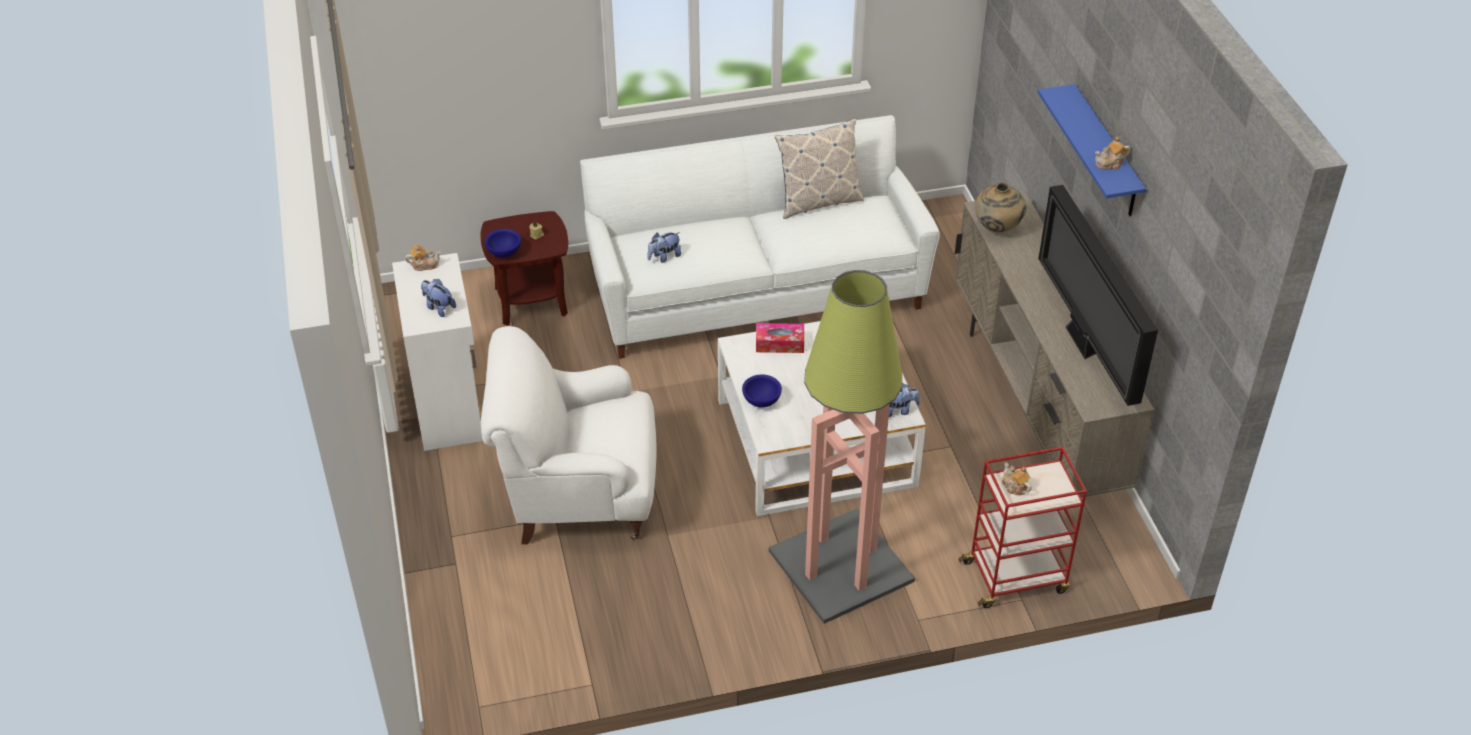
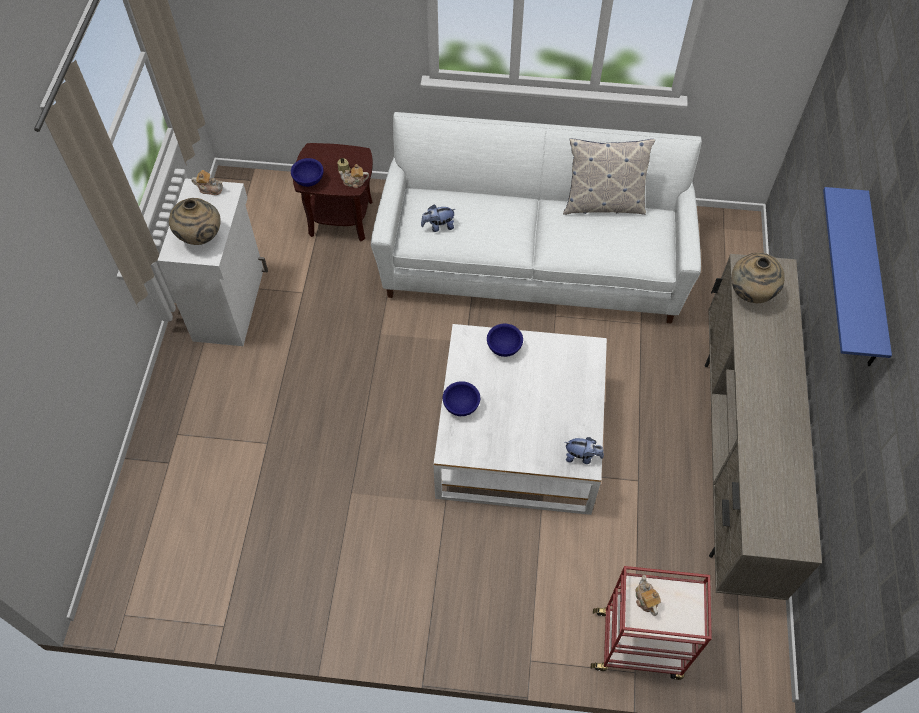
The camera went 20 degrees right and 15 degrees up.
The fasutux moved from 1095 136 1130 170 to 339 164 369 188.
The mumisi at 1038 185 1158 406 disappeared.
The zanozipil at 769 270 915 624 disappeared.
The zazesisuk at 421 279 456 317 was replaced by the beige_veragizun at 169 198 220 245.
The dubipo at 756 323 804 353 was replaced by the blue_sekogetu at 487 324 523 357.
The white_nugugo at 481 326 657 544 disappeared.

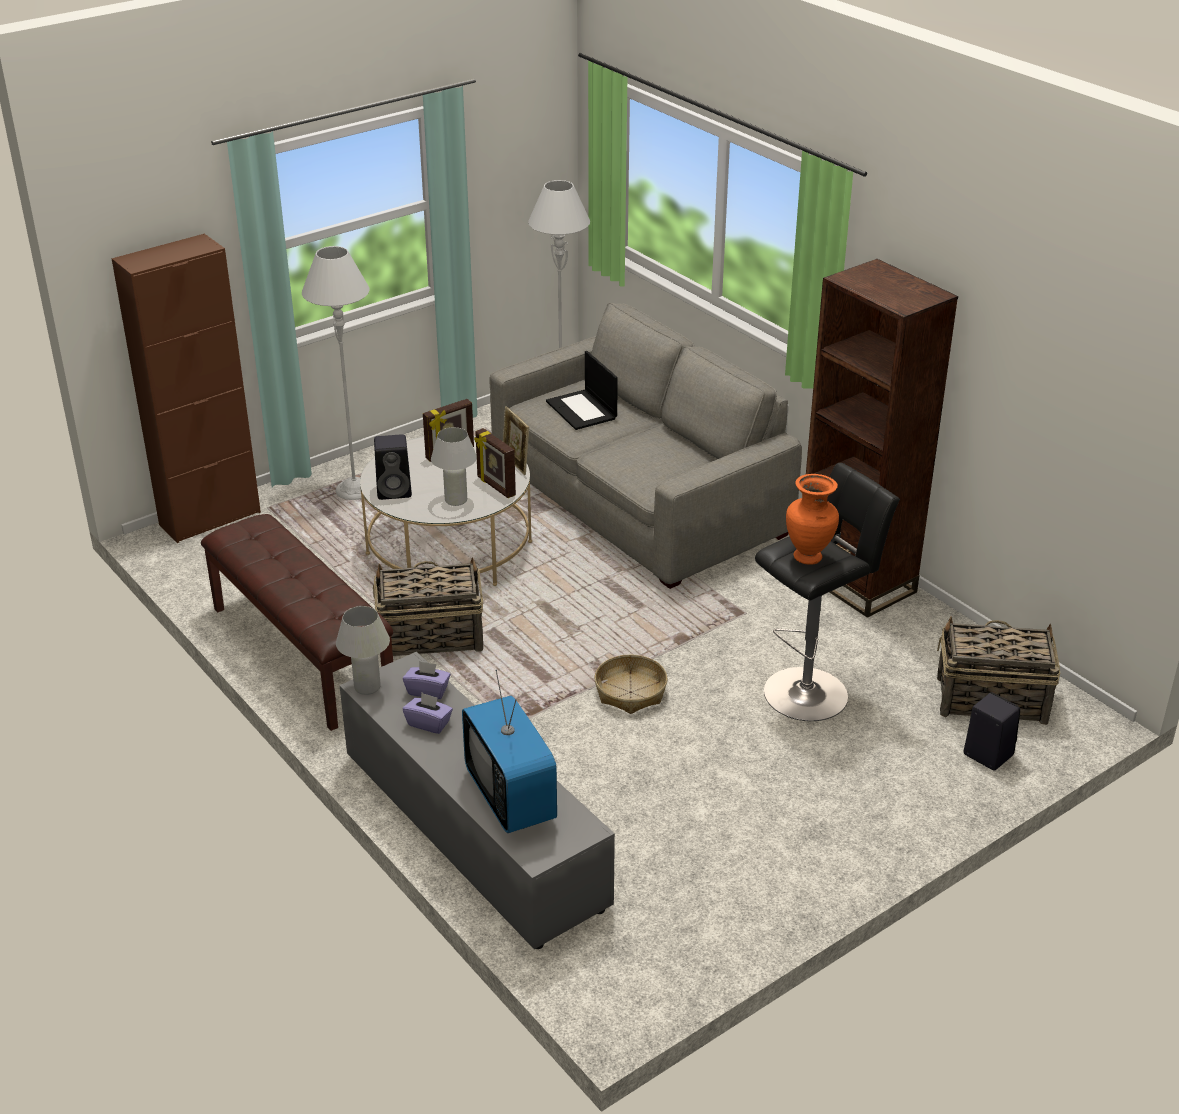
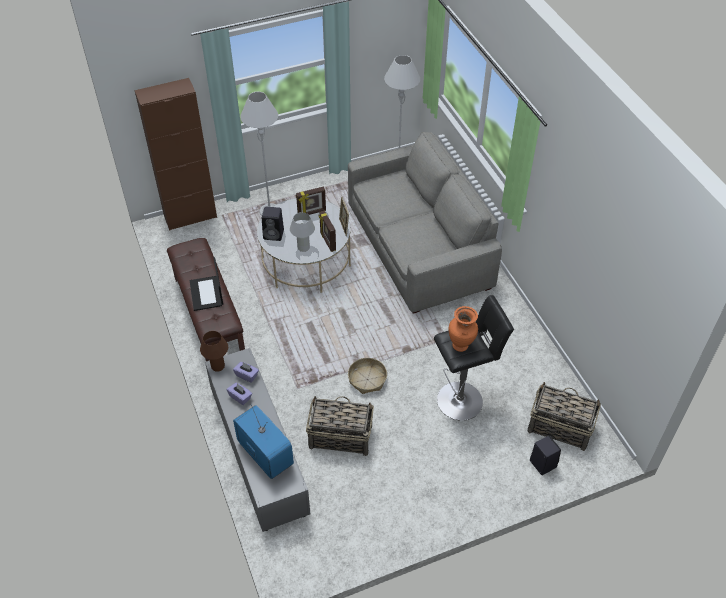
The camera went 15 degrees right and 15 degrees up.
The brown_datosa at 806 259 958 618 disappeared.
The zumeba moved from 546 351 618 430 to 189 257 223 311.
The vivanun moved from 373 557 483 656 to 306 396 374 456.
The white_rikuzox at 336 606 390 695 became the brown_rikuzox at 200 331 228 372.
The mumisi at 462 670 557 833 turned 150 degrees clockwise.

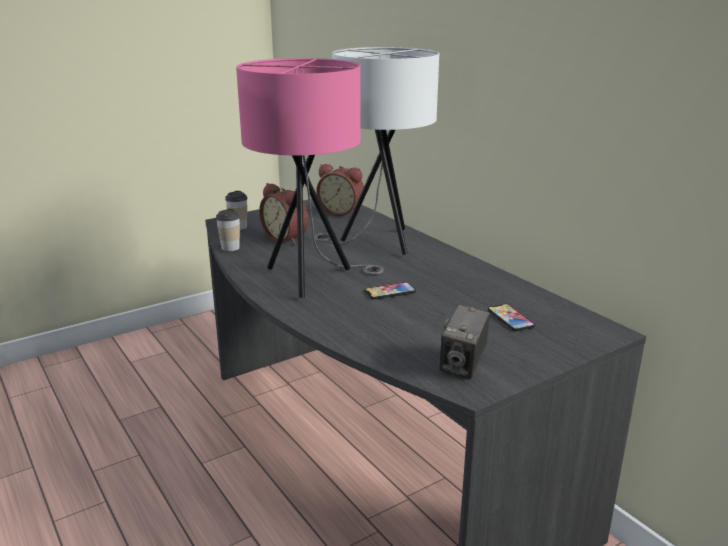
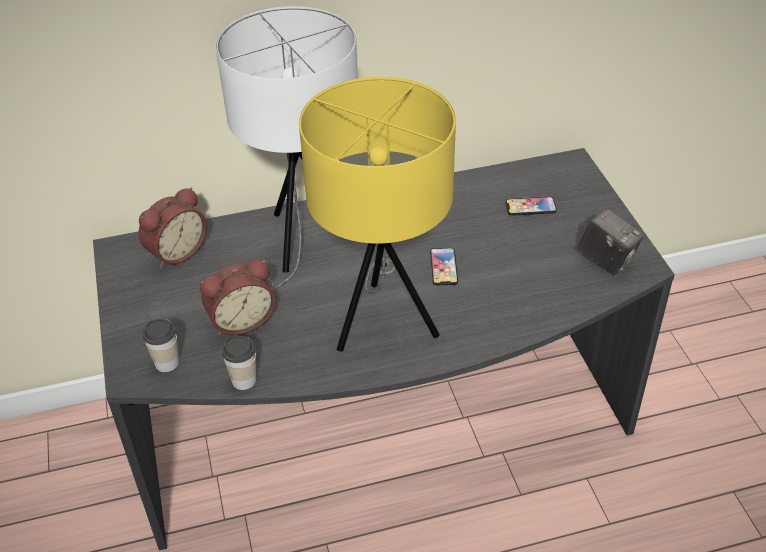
The camera went 70 degrees left and 20 degrees up.
The pink_rikuzox at 236 58 384 298 became the yellow_rikuzox at 299 77 456 352.

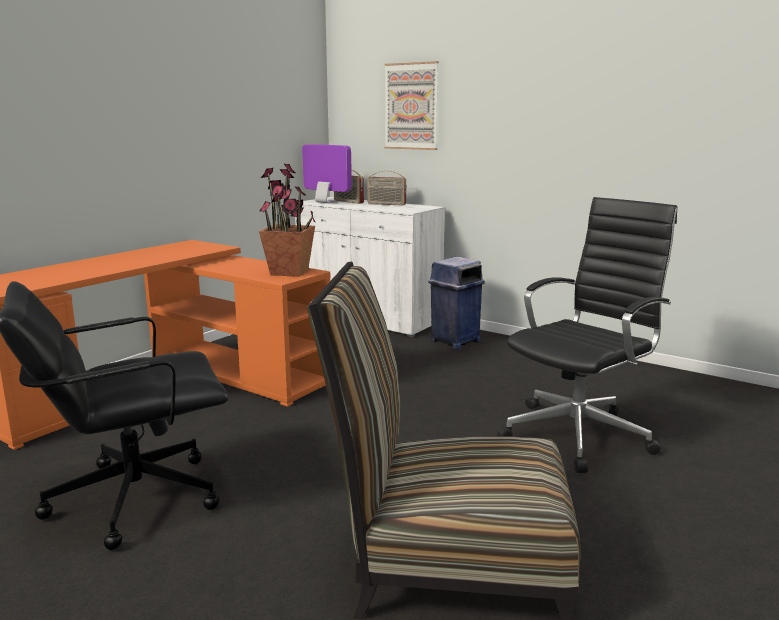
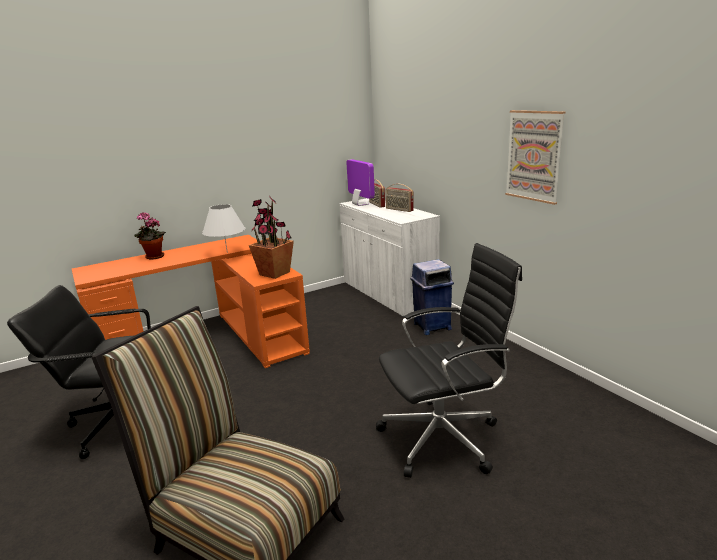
The camera went 25 degrees right and 5 degrees up.
The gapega moved from 384 61 439 150 to 505 110 565 205.
The white_rikuzox at 202 204 245 253 appeared.
The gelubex at 134 212 166 260 appeared.

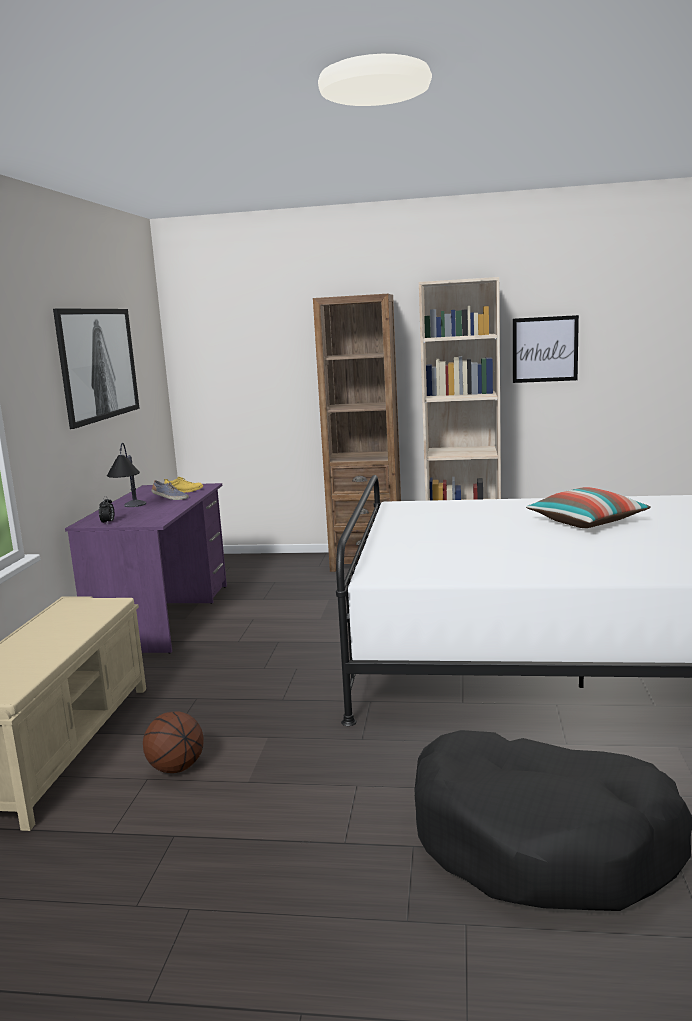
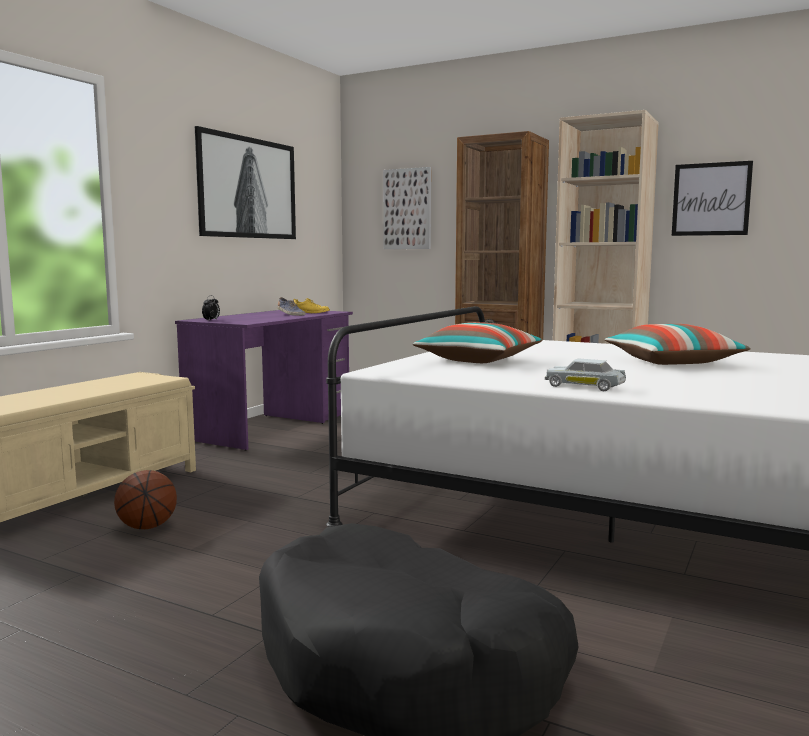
The camera went 20 degrees right and 5 degrees down.
The rikuzox at 107 443 146 507 disappeared.
The gapega at 383 167 431 249 appeared.
The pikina at 413 322 543 363 appeared.
The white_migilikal at 545 359 626 391 appeared.

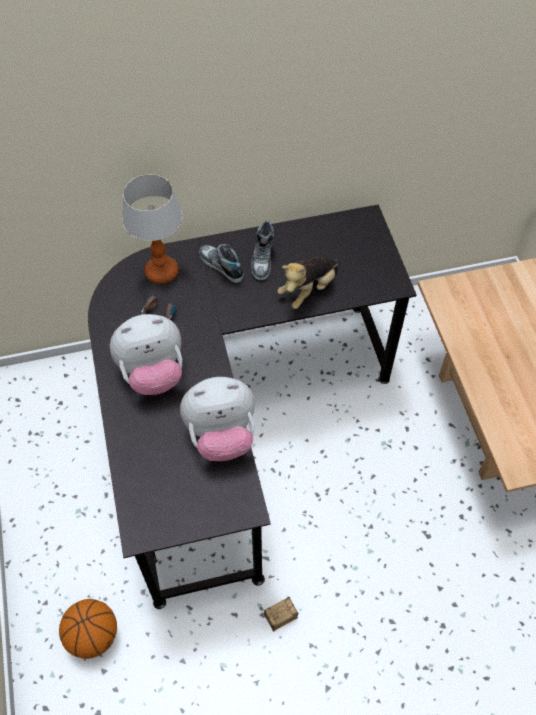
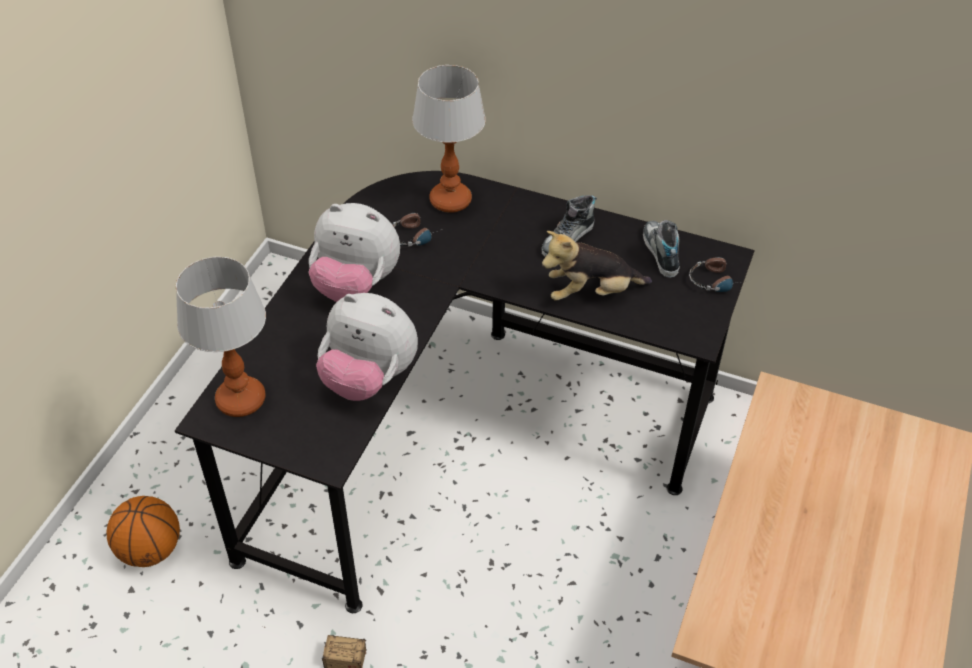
The camera went 35 degrees right and 10 degrees down.
The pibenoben moved from 199 244 243 283 to 643 220 680 278.
The rikuzox at 176 257 266 417 appeared.
The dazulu at 689 257 746 292 appeared.

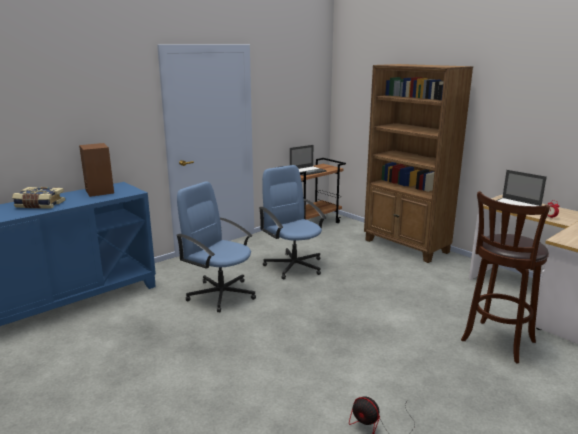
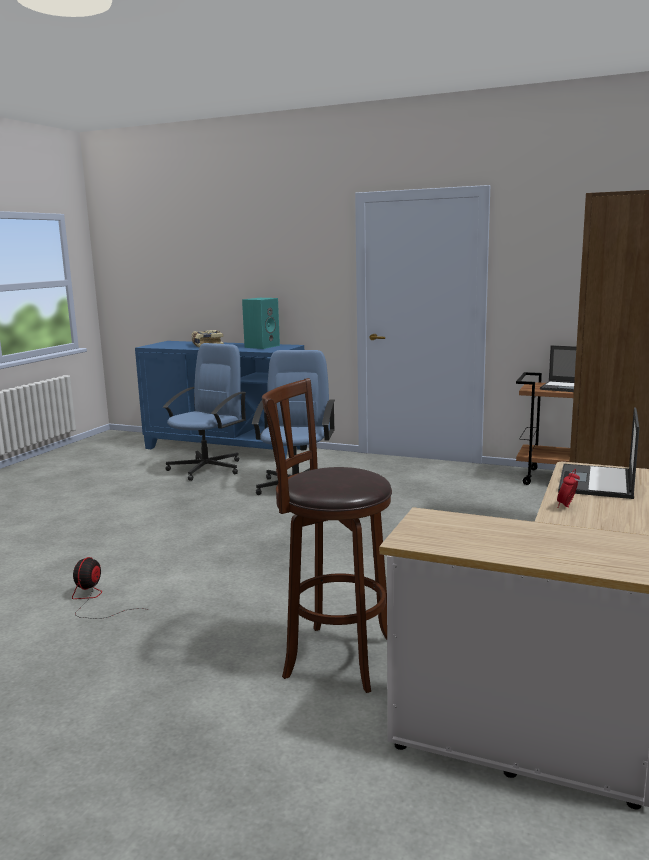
The camera went 65 degrees right and 5 degrees down.
The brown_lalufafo at 79 143 114 197 became the turquoise_lalufafo at 242 298 280 349.
The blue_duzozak moved from 259 165 326 279 to 163 343 246 481.

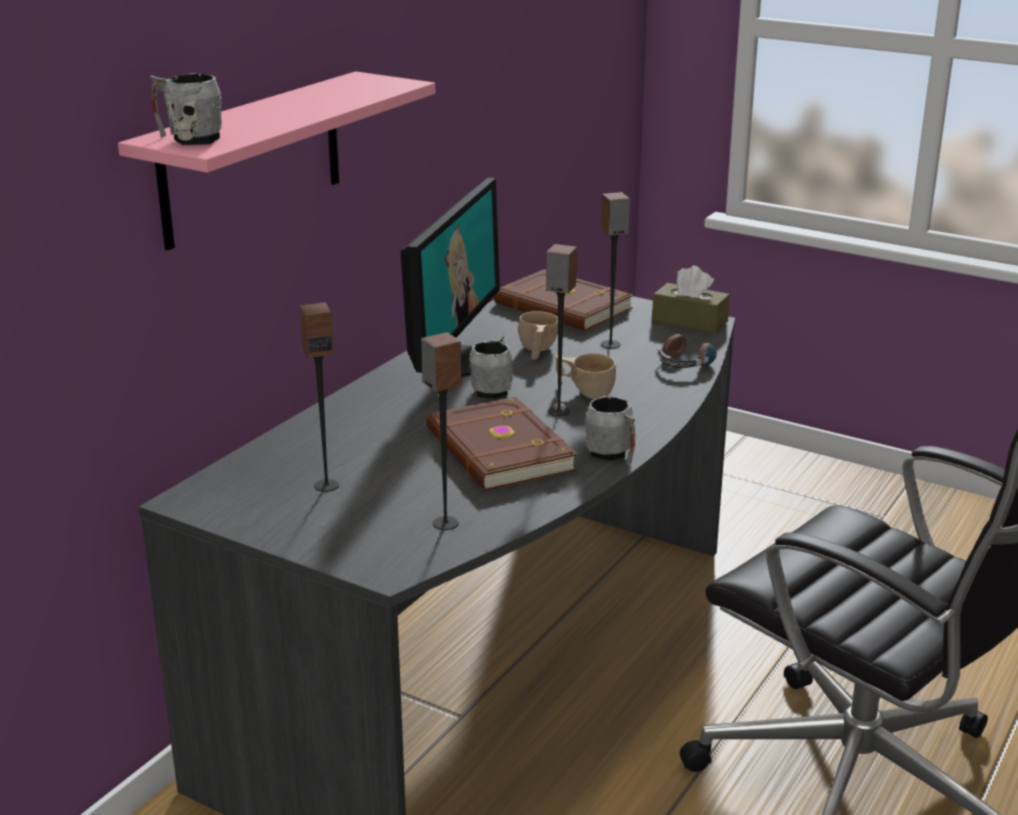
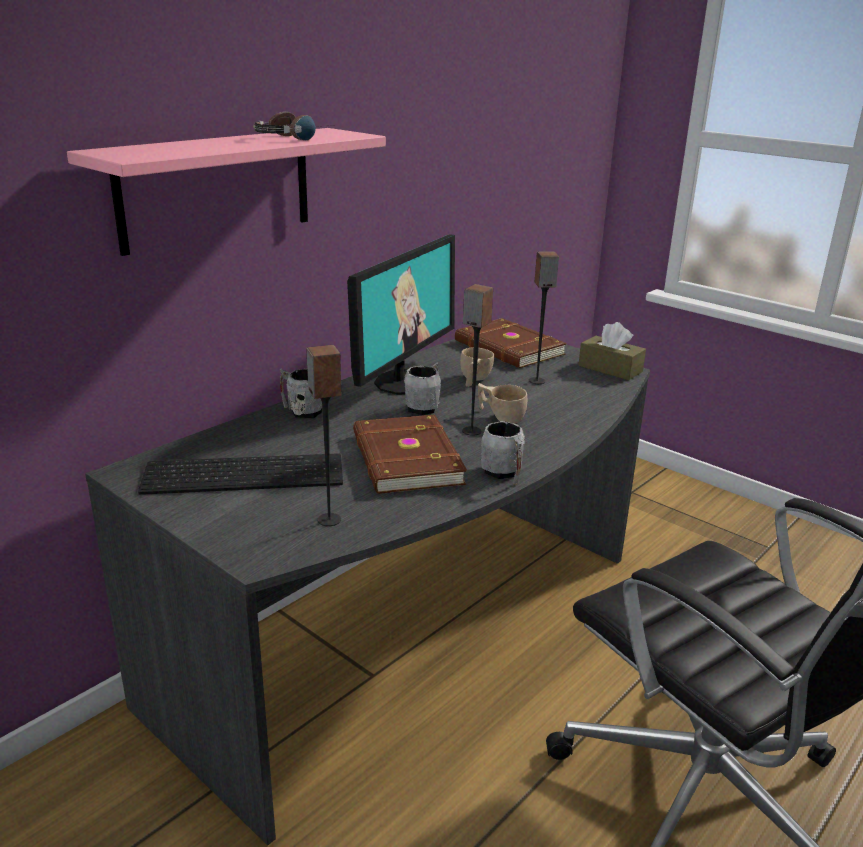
The camera went 10 degrees right and 0 degrees up.
The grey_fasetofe moved from 150 73 222 145 to 280 368 322 418.
The lalufafo at 300 303 339 492 was replaced by the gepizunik at 138 453 343 495.
The dazulu moved from 657 334 722 368 to 253 112 332 140.

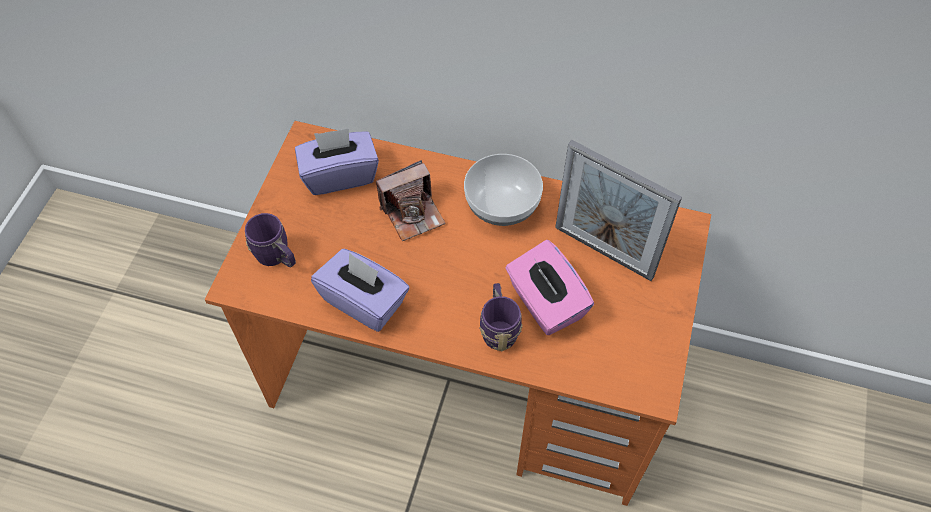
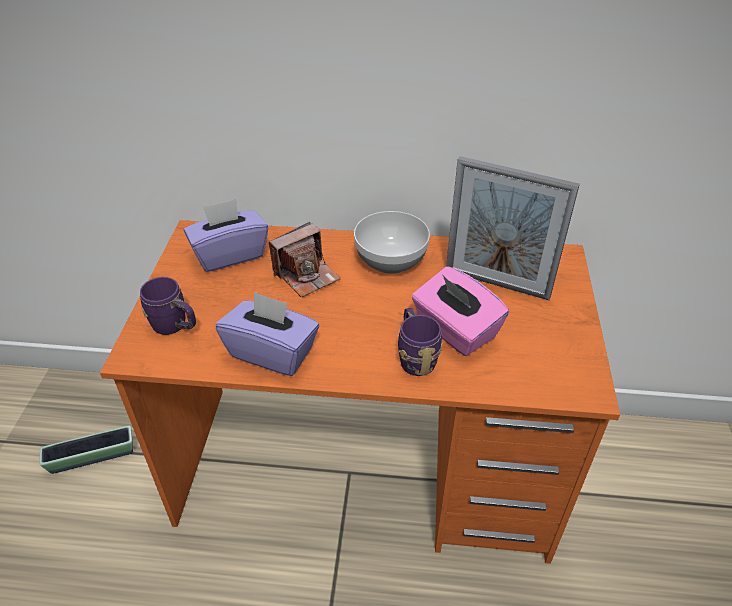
The camera went 10 degrees left and 15 degrees down.
The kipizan at 39 426 133 474 appeared.

